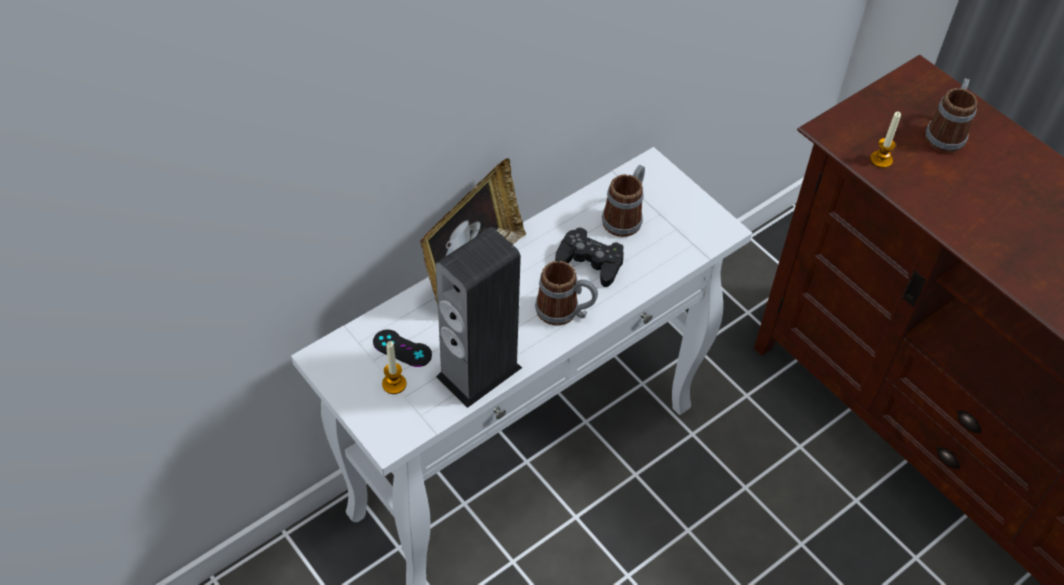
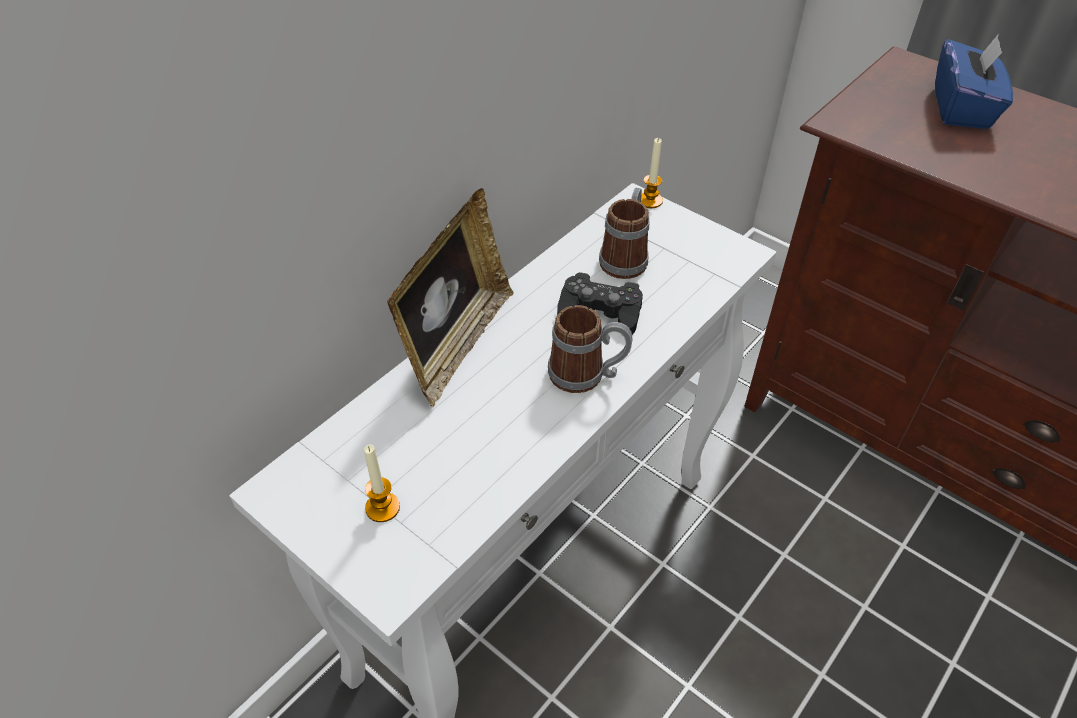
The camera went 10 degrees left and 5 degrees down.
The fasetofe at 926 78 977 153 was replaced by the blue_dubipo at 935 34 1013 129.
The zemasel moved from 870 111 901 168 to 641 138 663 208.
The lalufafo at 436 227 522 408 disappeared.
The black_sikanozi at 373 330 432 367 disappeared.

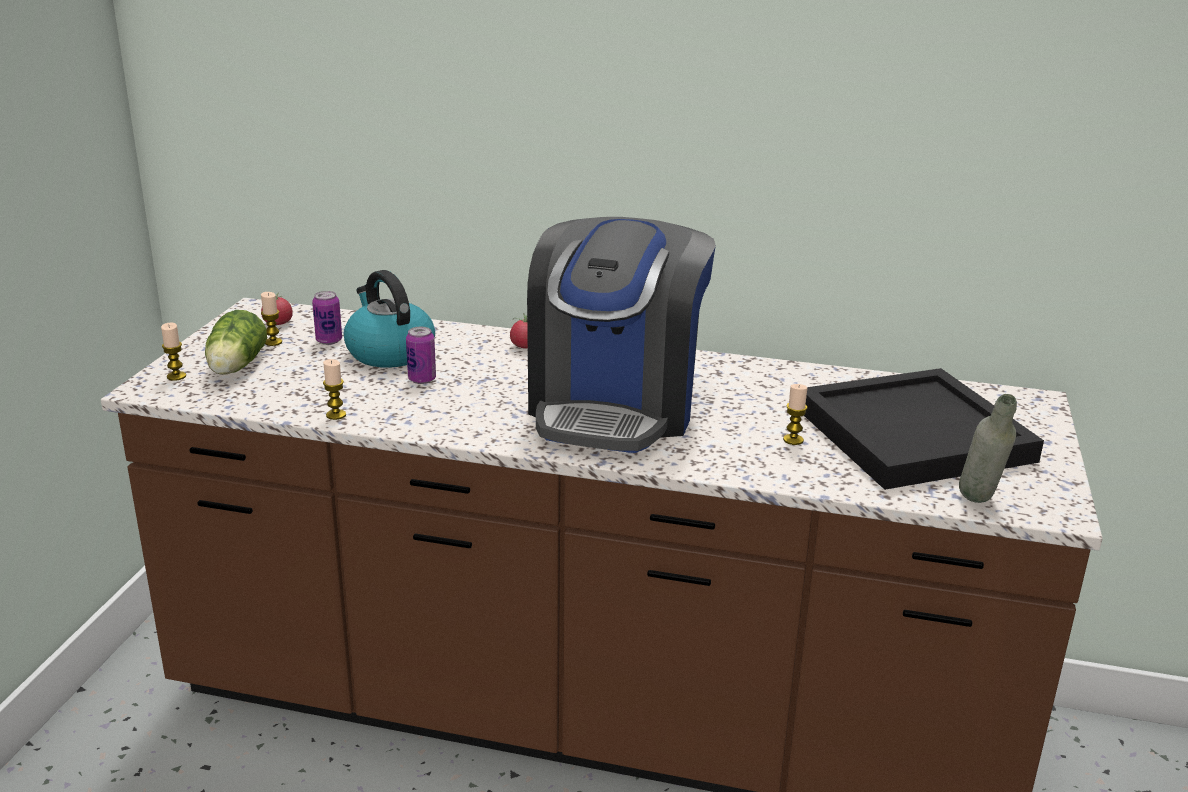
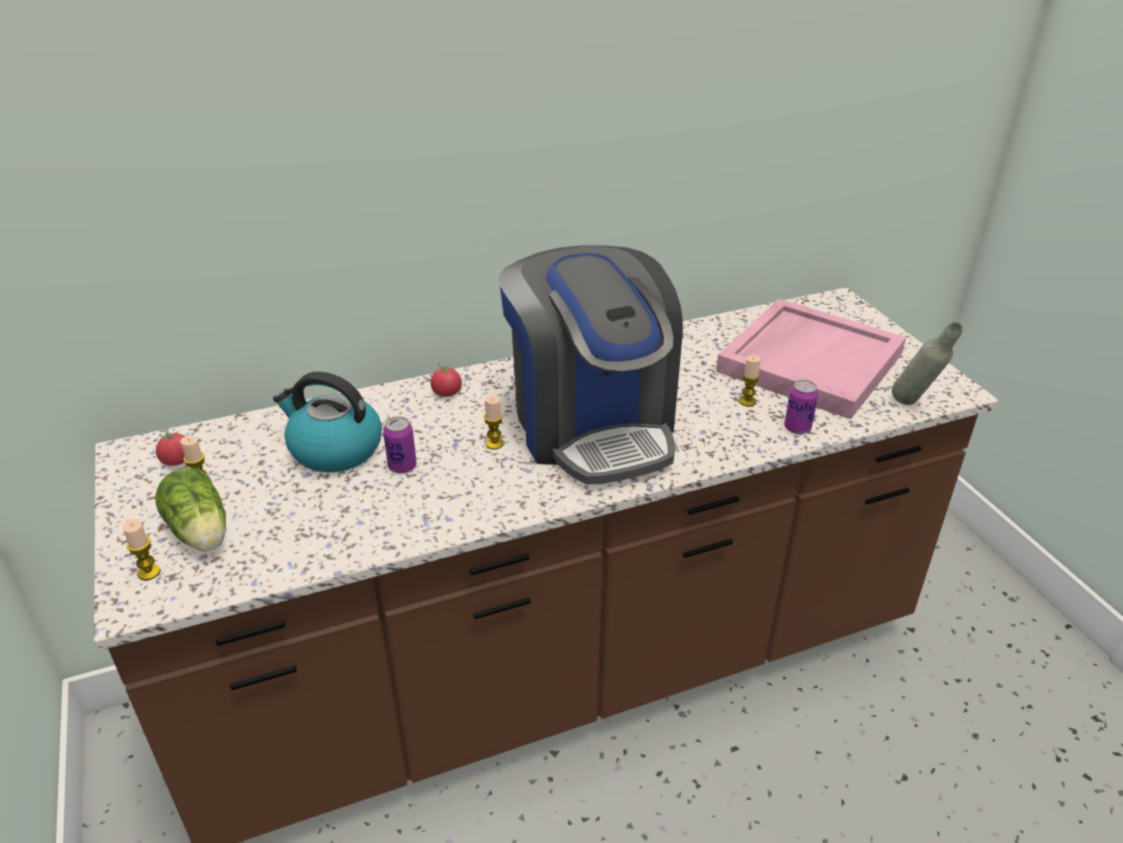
The camera went 35 degrees left and 10 degrees up.
The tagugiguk moved from 312 291 342 345 to 784 380 818 434.
The zemasel moved from 323 359 346 420 to 484 396 504 450.
The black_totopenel at 804 368 1044 490 became the pink_totopenel at 716 299 906 419.

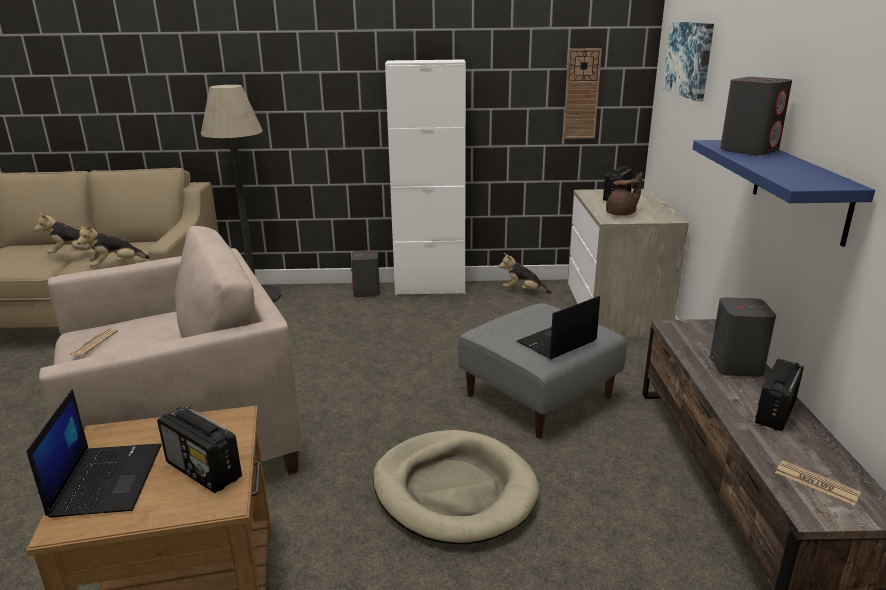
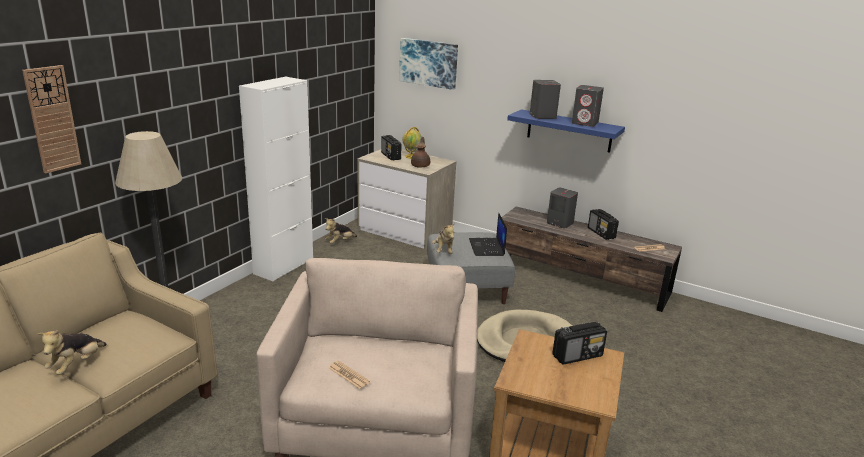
The camera went 60 degrees left and 0 degrees up.
The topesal moved from 563 48 602 139 to 22 65 81 173.
The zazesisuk moved from 76 225 149 267 to 432 223 455 254.
The grey_lalufafo moved from 351 250 380 297 to 572 85 604 127.
The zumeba at 27 389 161 518 disappeared.
The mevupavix at 402 127 422 159 appeared.

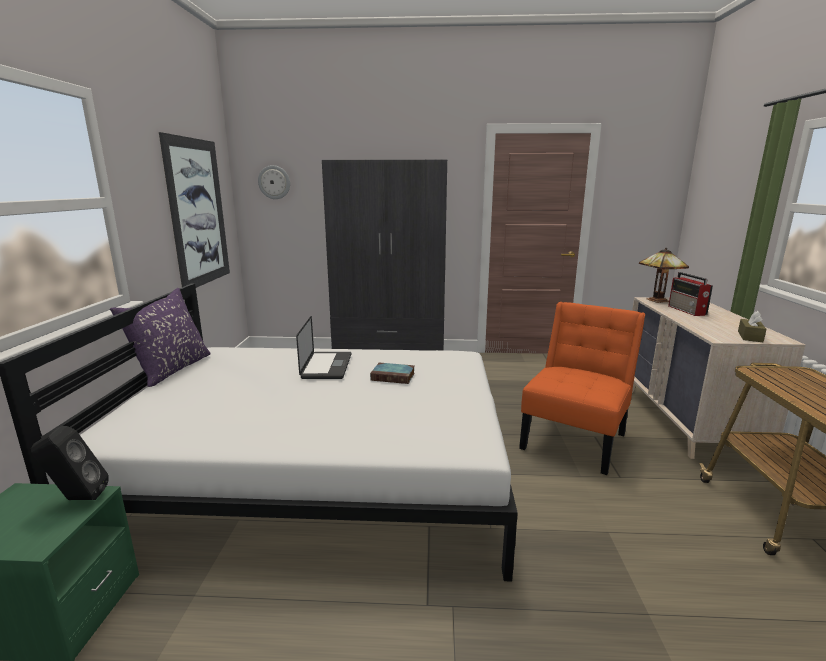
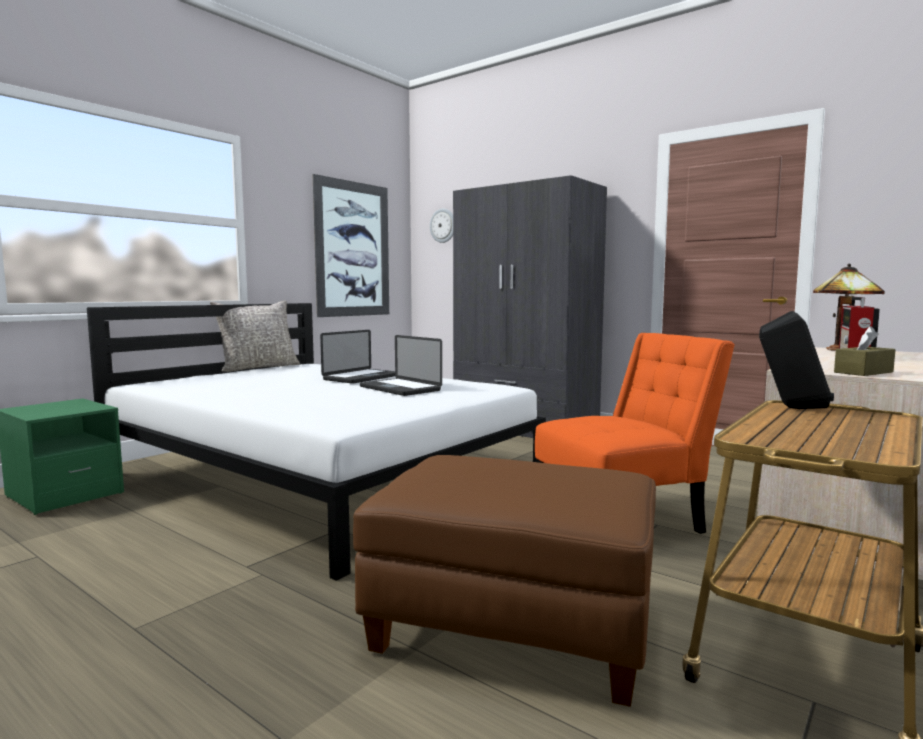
The camera went 35 degrees right and 10 degrees down.
The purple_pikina at 110 288 211 387 became the grey_pikina at 210 301 300 372.
The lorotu at 370 363 415 384 was replaced by the zumeba at 360 335 442 396.
The black_lalufafo moved from 31 426 109 500 to 759 311 834 409.
The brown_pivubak at 353 455 656 707 appeared.

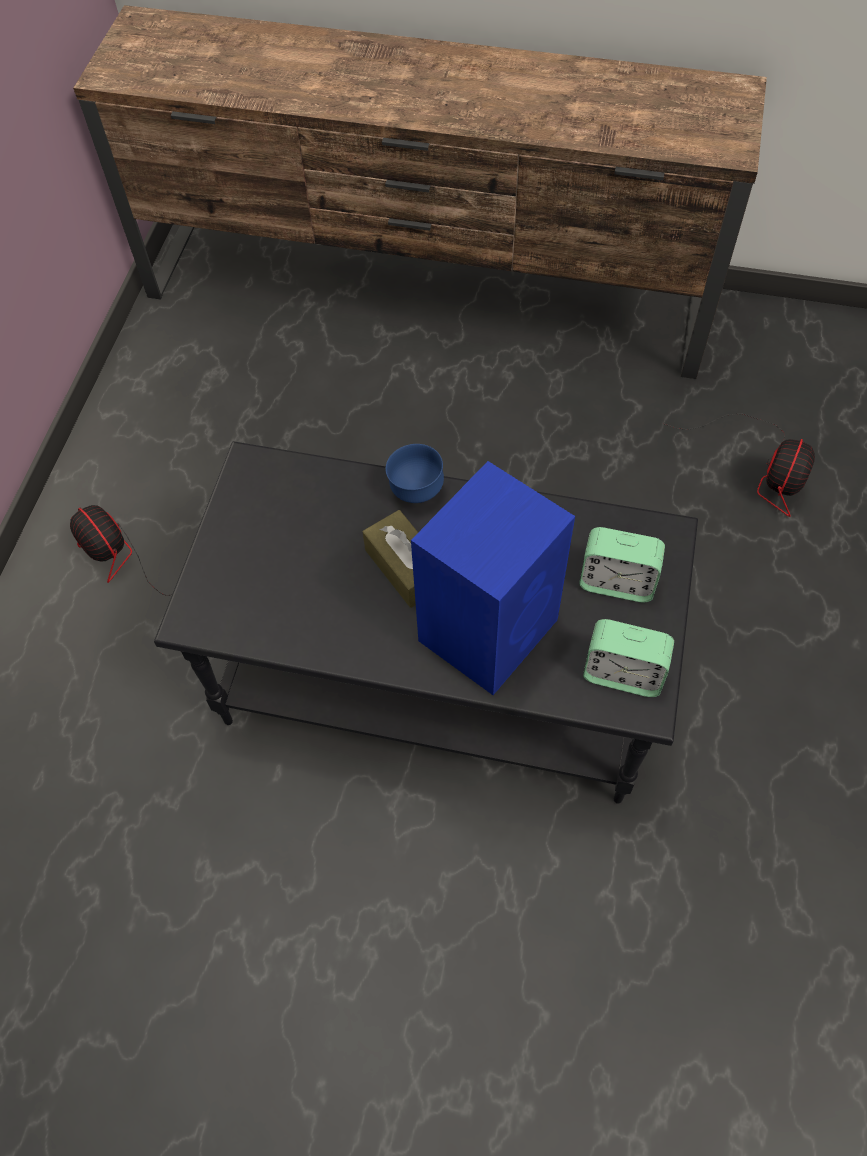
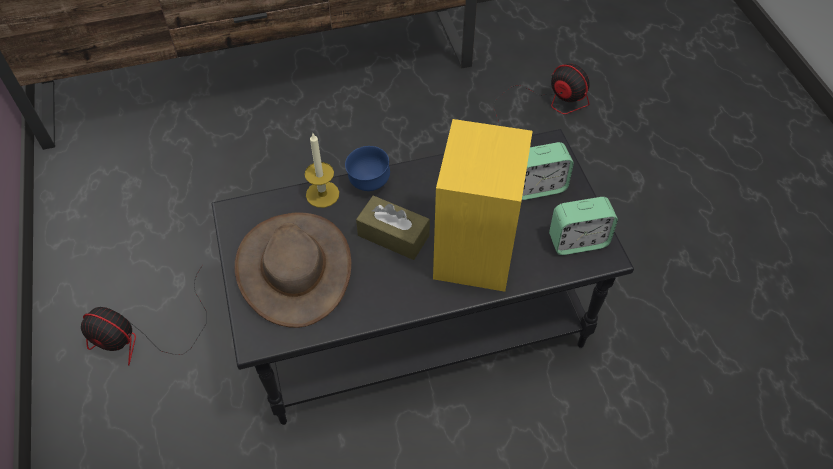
The camera went 30 degrees left and 5 degrees down.
The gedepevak at 663 413 815 517 turned 45 degrees counterclockwise.
The blue_lalufafo at 411 461 575 695 became the yellow_lalufafo at 433 119 533 292.
The zemasel at 305 133 339 208 appeared.
The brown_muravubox at 235 212 351 328 appeared.

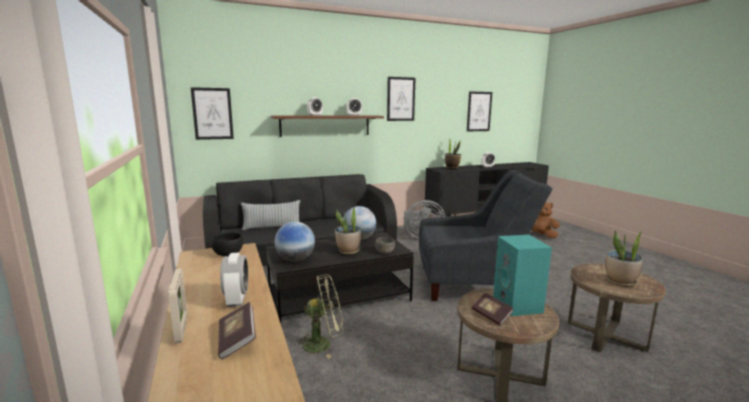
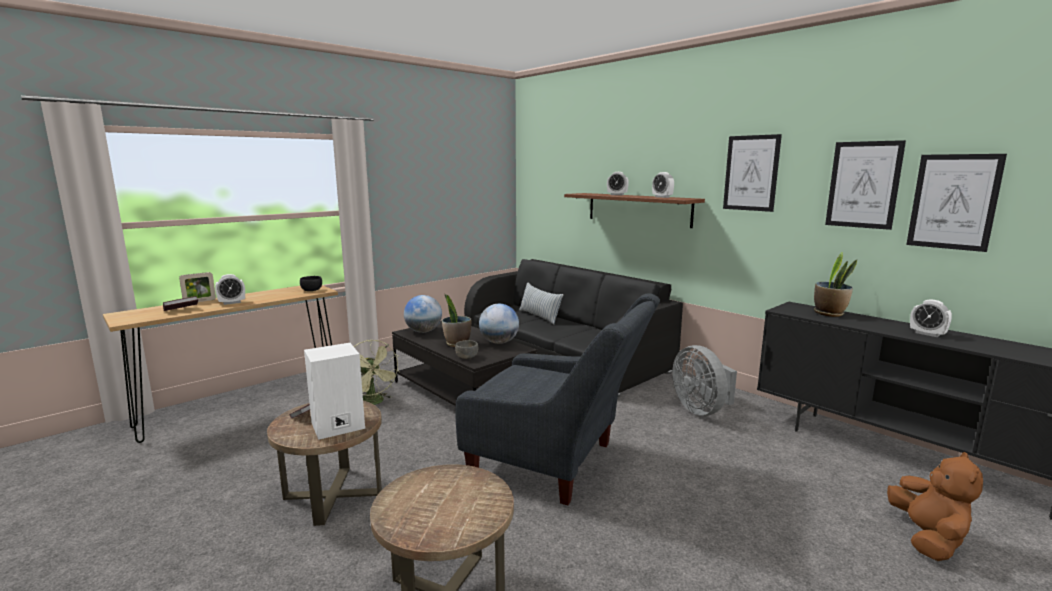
The camera went 70 degrees right and 0 degrees up.
The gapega moved from 191 87 234 140 to 825 140 906 230.
The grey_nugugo at 419 170 552 301 turned 45 degrees counterclockwise.
The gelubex at 606 230 643 287 disappeared.
The turquoise_lalufafo at 493 235 552 316 became the white_lalufafo at 304 343 365 440.

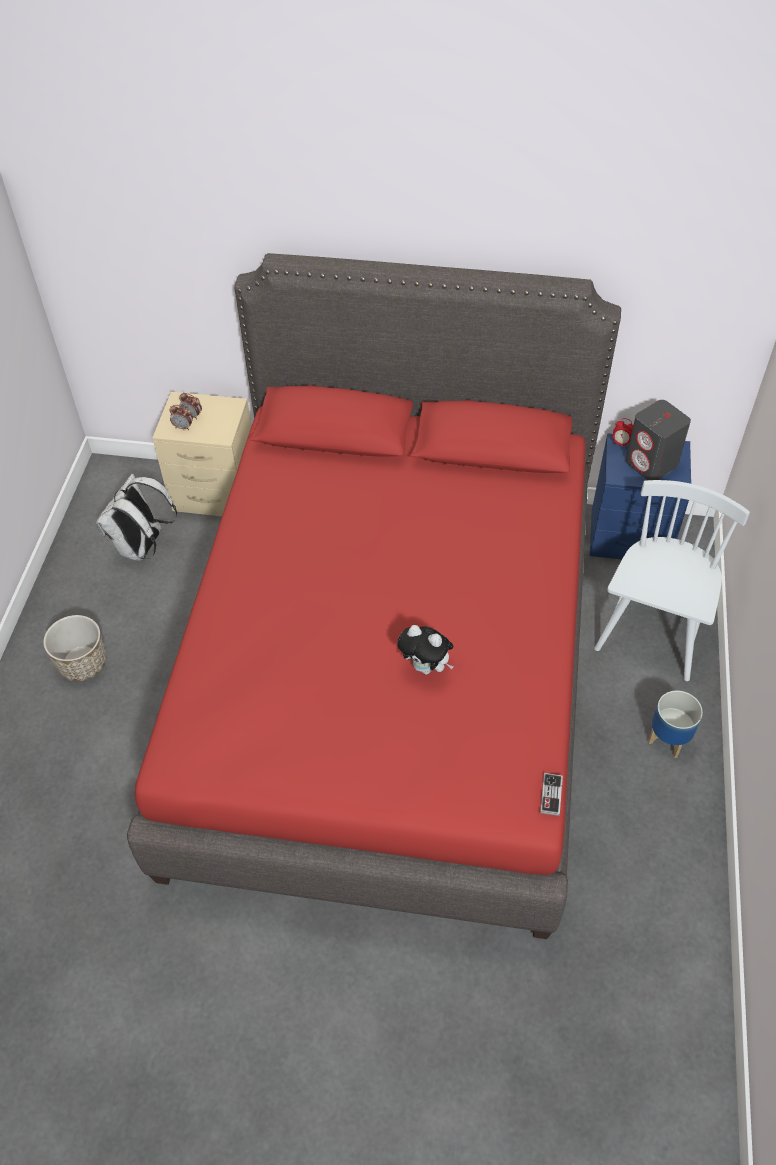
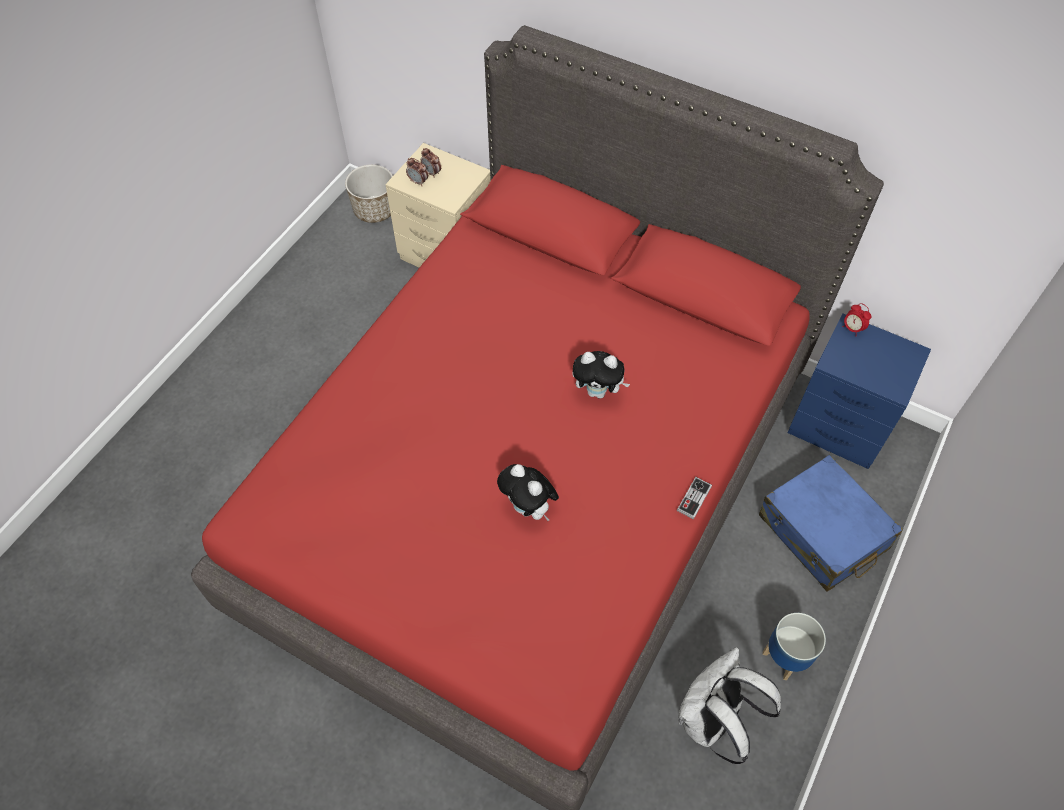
The camera went 20 degrees right and 5 degrees up.
The grey_lalufafo at 625 400 691 480 disappeared.
The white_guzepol moved from 96 474 177 561 to 679 647 781 764.
The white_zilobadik at 594 480 750 681 was replaced by the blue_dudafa at 759 455 903 591.
The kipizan moved from 43 615 106 682 to 345 165 393 223.
The sikanozi moved from 540 773 563 816 to 677 477 712 519.
The zazesisuk at 572 351 630 399 appeared.

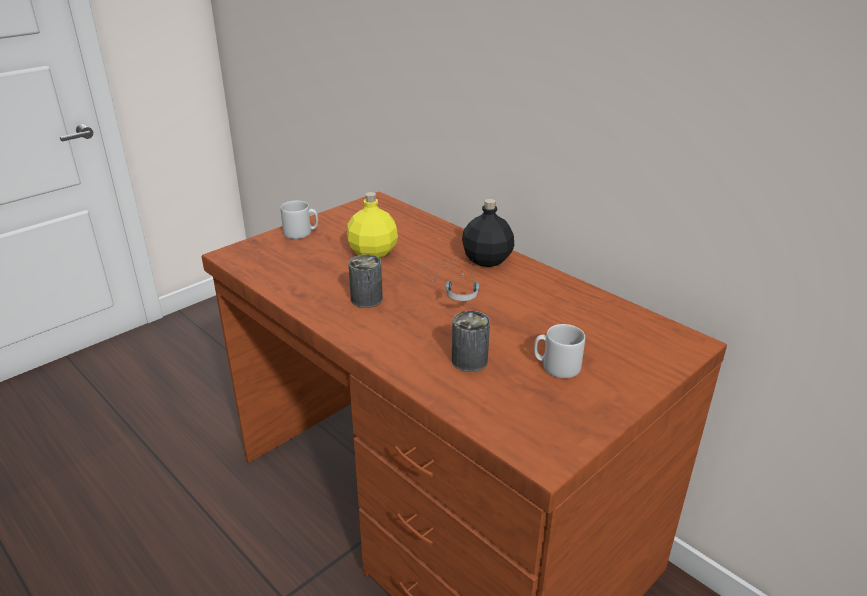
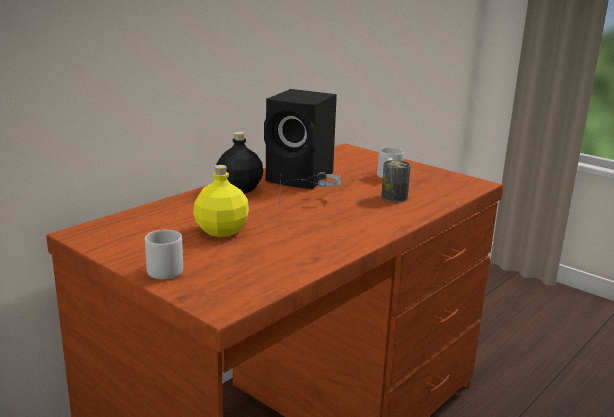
The camera went 95 degrees left and 10 degrees down.
The tagugiguk at 348 255 383 308 disappeared.
The black_lalufafo at 264 89 337 189 appeared.

